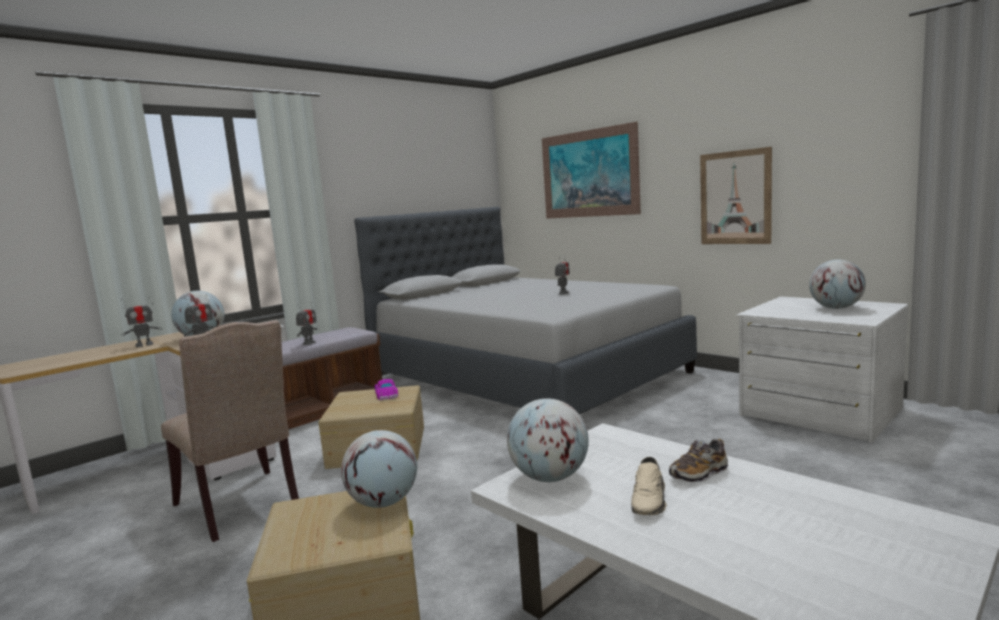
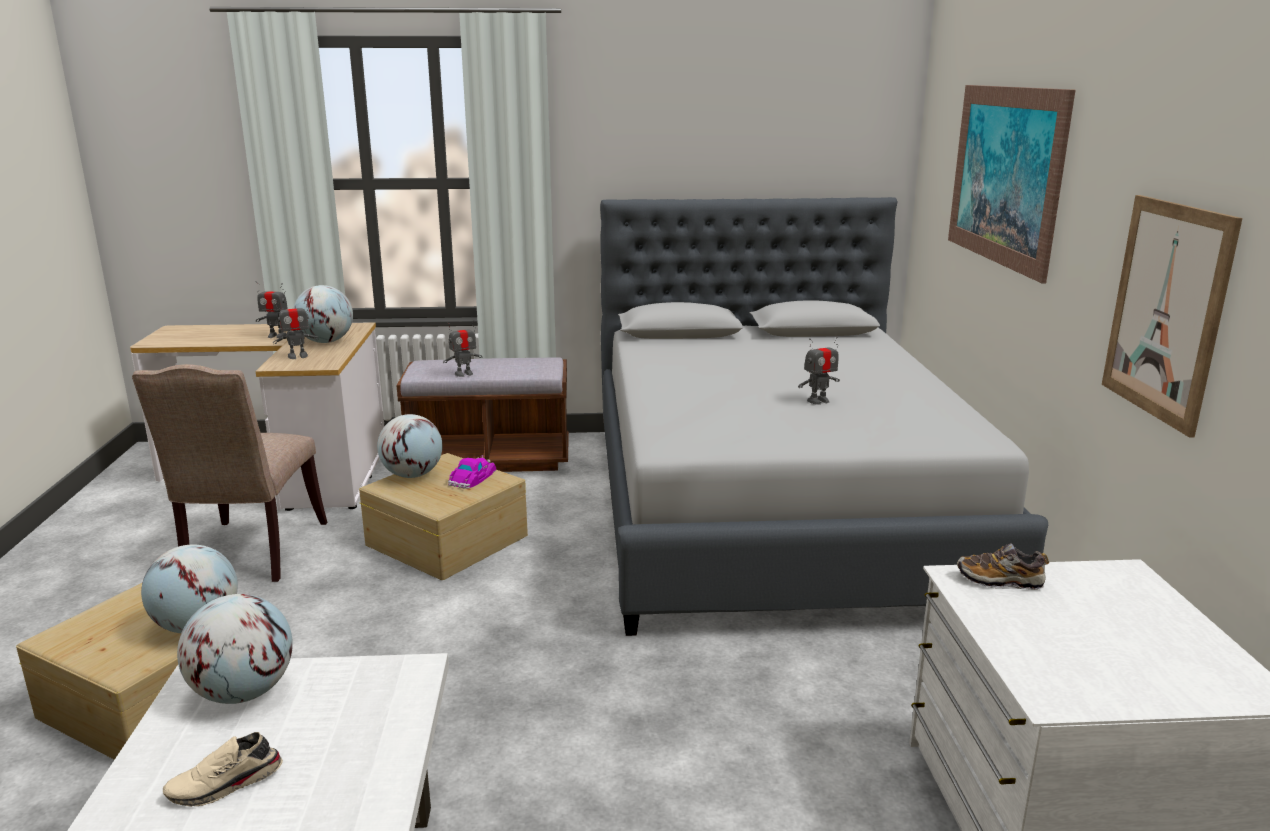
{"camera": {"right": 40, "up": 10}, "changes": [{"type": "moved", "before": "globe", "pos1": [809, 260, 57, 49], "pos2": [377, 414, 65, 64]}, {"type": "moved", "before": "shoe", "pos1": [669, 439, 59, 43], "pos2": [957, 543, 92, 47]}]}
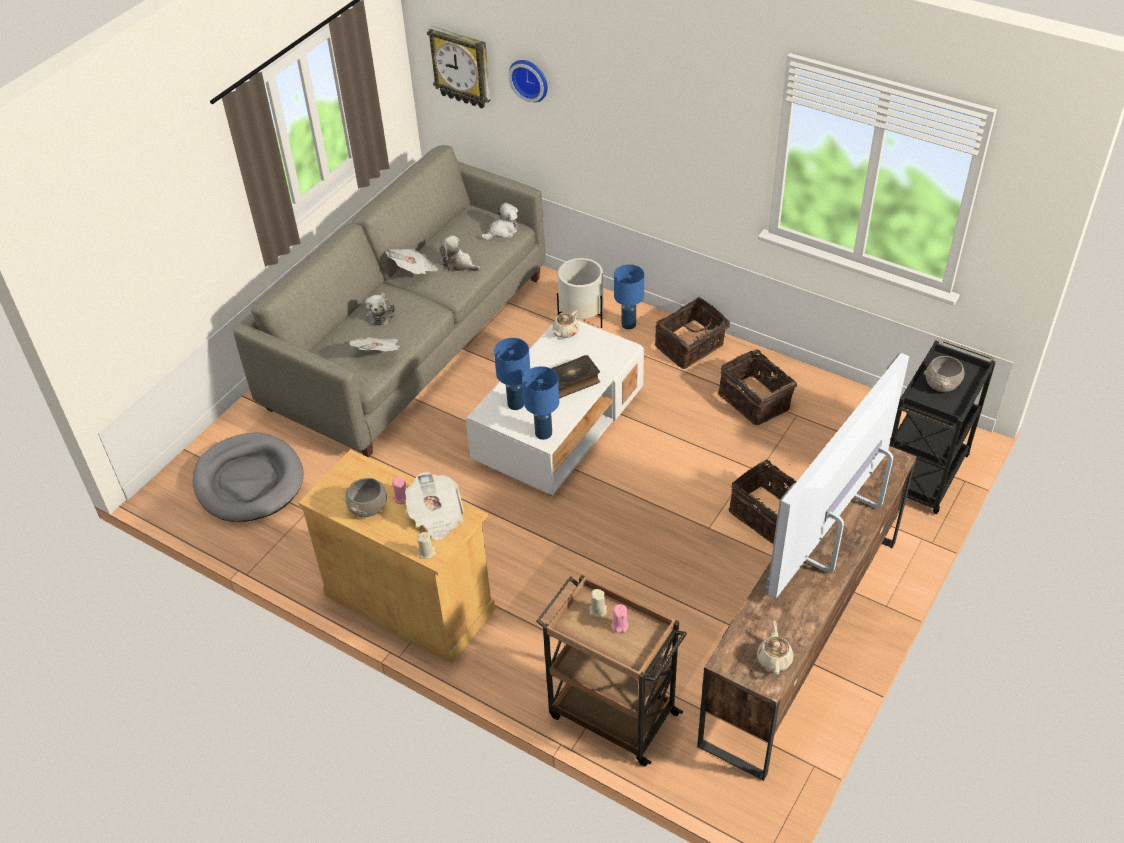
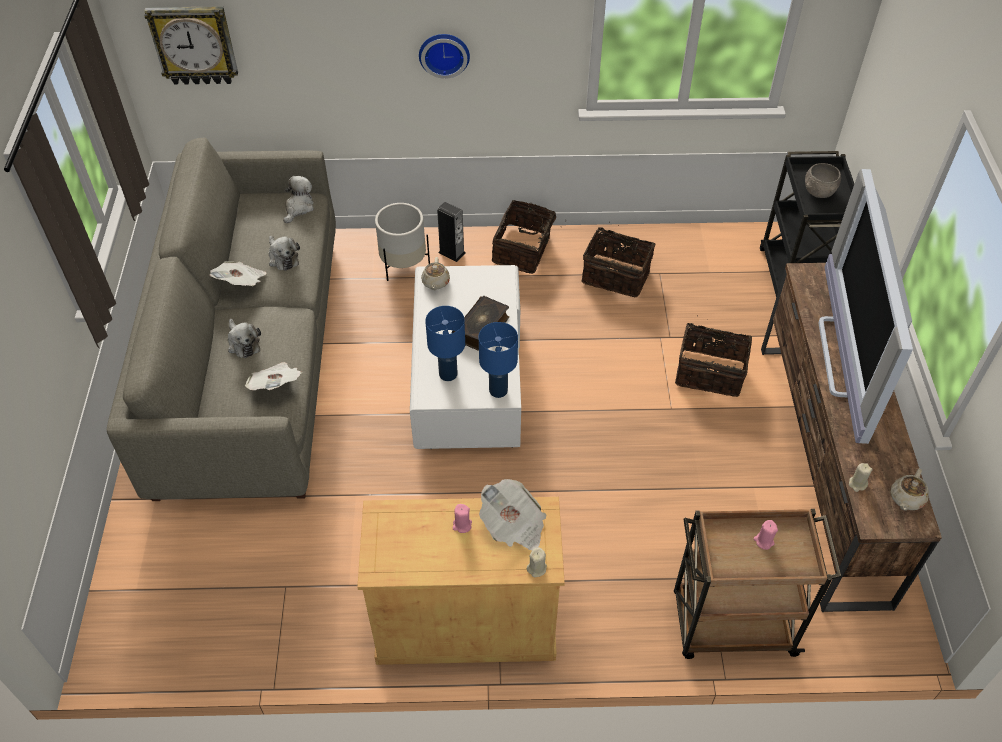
{"camera": {"right": -35, "up": 5}, "changes": [{"type": "turned", "before": "plush toy", "pos1": [439, 235, 41, 36], "pos2": [268, 236, 32, 35], "turn": -120}, {"type": "moved", "before": "wall clock", "pos1": [508, 60, 40, 42], "pos2": [419, 34, 51, 45]}, {"type": "replaced", "before": "blue table lamp", "after": "speaker", "pos1": [614, 264, 30, 66], "pos2": [437, 202, 29, 60]}, {"type": "moved", "before": "beige candle", "pos1": [589, 589, 18, 28], "pos2": [849, 463, 23, 29]}, {"type": "turned", "before": "beige teapot", "pos1": [757, 621, 36, 54], "pos2": [891, 469, 38, 42], "turn": -120}, {"type": "removed", "before": "grey dog bed", "pos1": [193, 433, 111, 89]}, {"type": "removed", "before": "grey bowl", "pos1": [345, 478, 42, 39]}]}
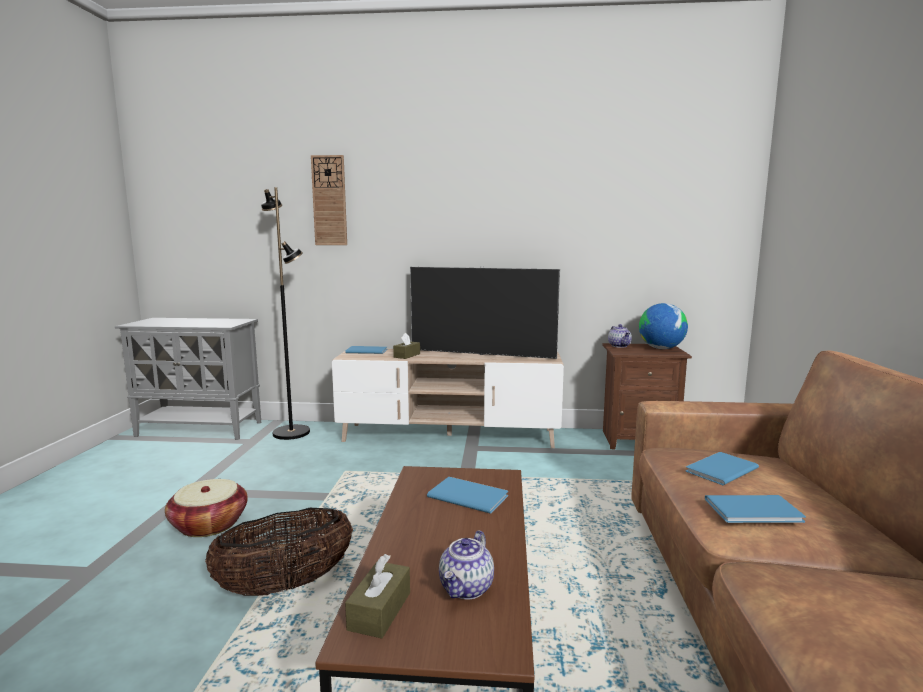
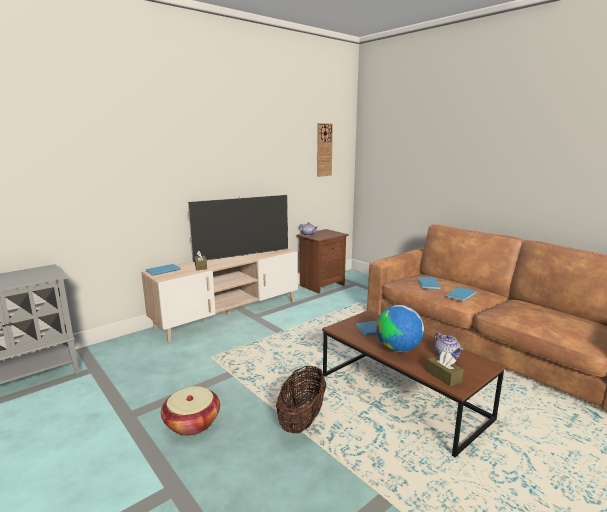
{"camera": {"right": -45, "up": 5}, "changes": [{"type": "moved", "before": "wall clock", "pos1": [311, 155, 36, 90], "pos2": [317, 123, 16, 54]}, {"type": "moved", "before": "globe", "pos1": [639, 303, 49, 46], "pos2": [376, 305, 48, 47]}, {"type": "removed", "before": "black floor lamp", "pos1": [261, 187, 49, 253]}]}
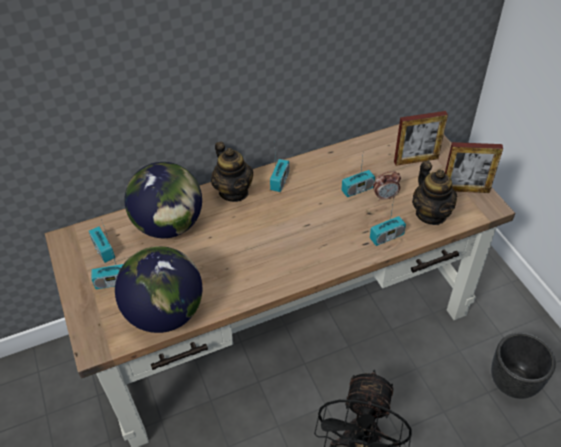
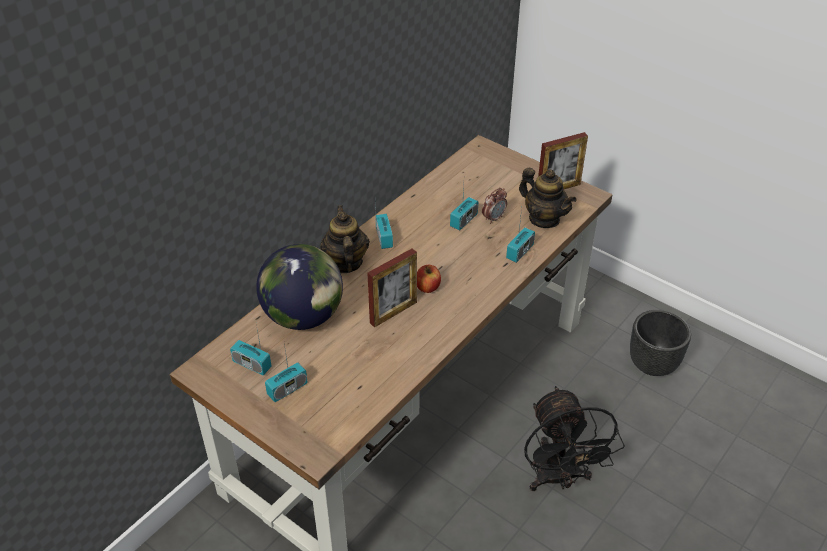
{"camera": {"right": -30, "up": -5}, "changes": [{"type": "turned", "before": "teapot", "pos1": [211, 142, 43, 60], "pos2": [320, 205, 50, 68], "turn": -135}, {"type": "moved", "before": "picture frame", "pos1": [394, 111, 54, 55], "pos2": [367, 248, 50, 80]}, {"type": "added", "after": "apple", "pos2": [417, 265, 24, 28]}, {"type": "removed", "before": "globe", "pos1": [115, 246, 87, 87]}]}
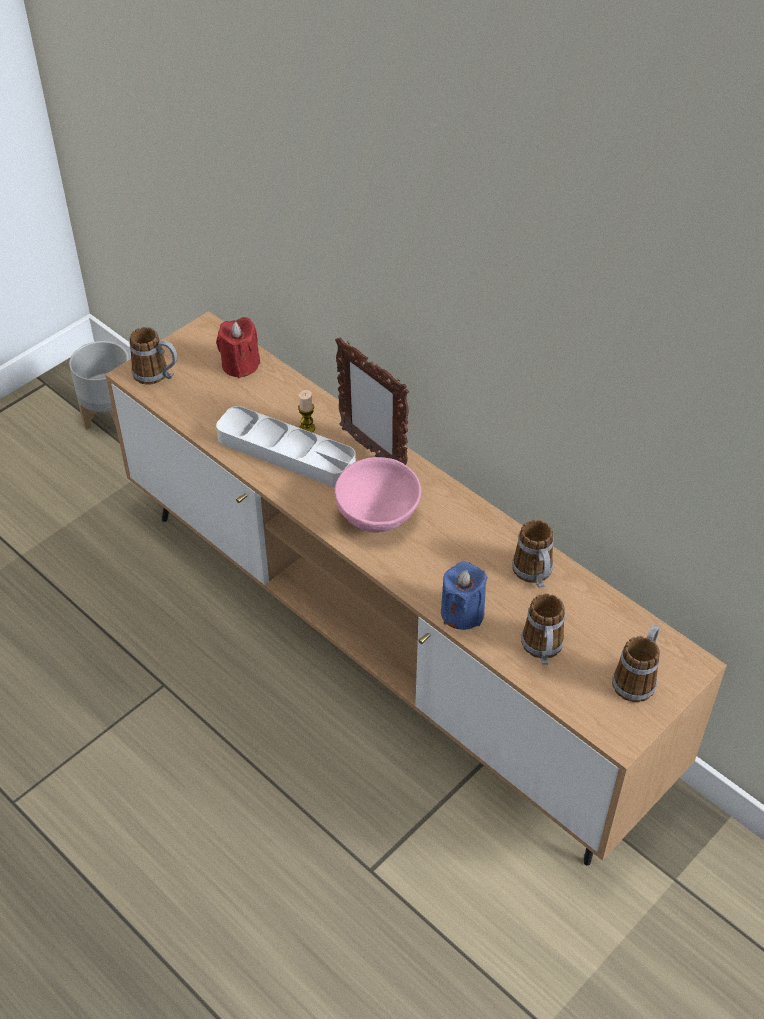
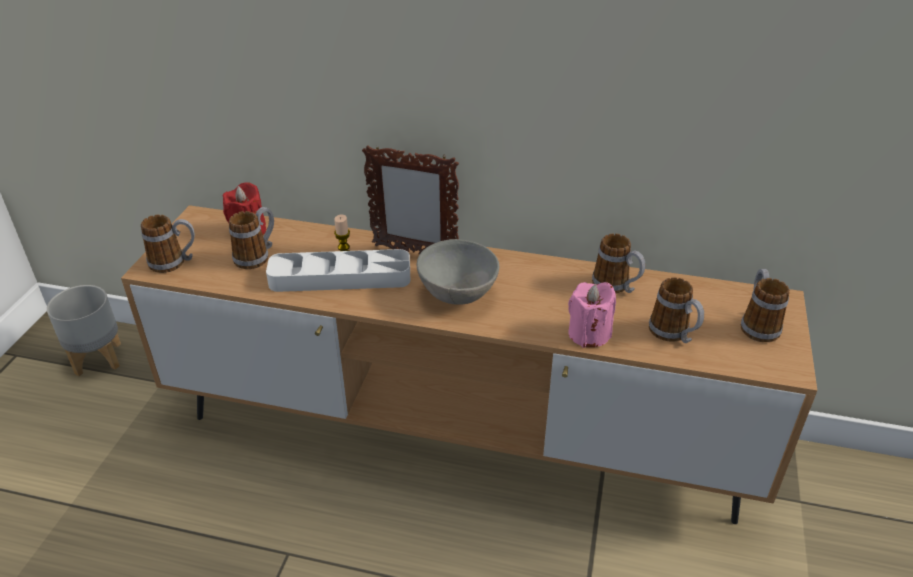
{"camera": {"right": -30, "up": -10}, "changes": [{"type": "added", "after": "mug", "pos2": [229, 207, 45, 62]}, {"type": "recoloured", "before": "pink bowl", "after": "grey bowl", "pos1": [335, 457, 86, 76], "pos2": [417, 239, 82, 66]}, {"type": "recoloured", "before": "blue candle", "after": "pink candle", "pos1": [441, 562, 47, 68], "pos2": [568, 282, 48, 66]}]}
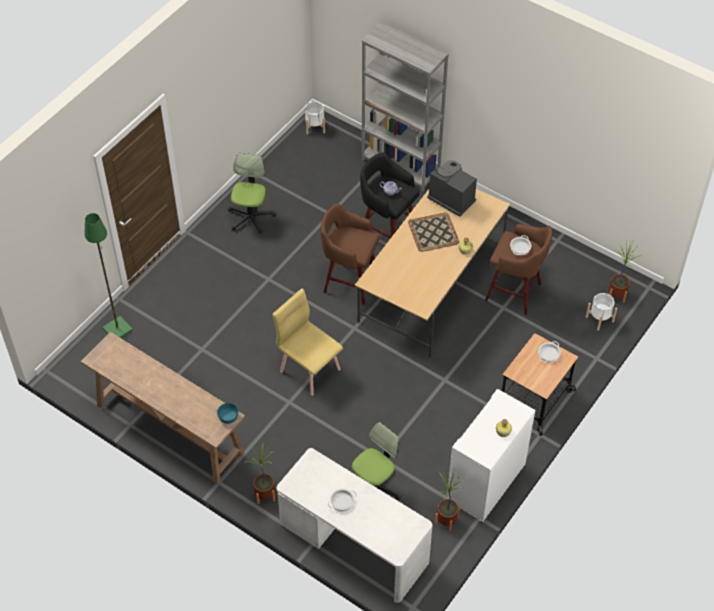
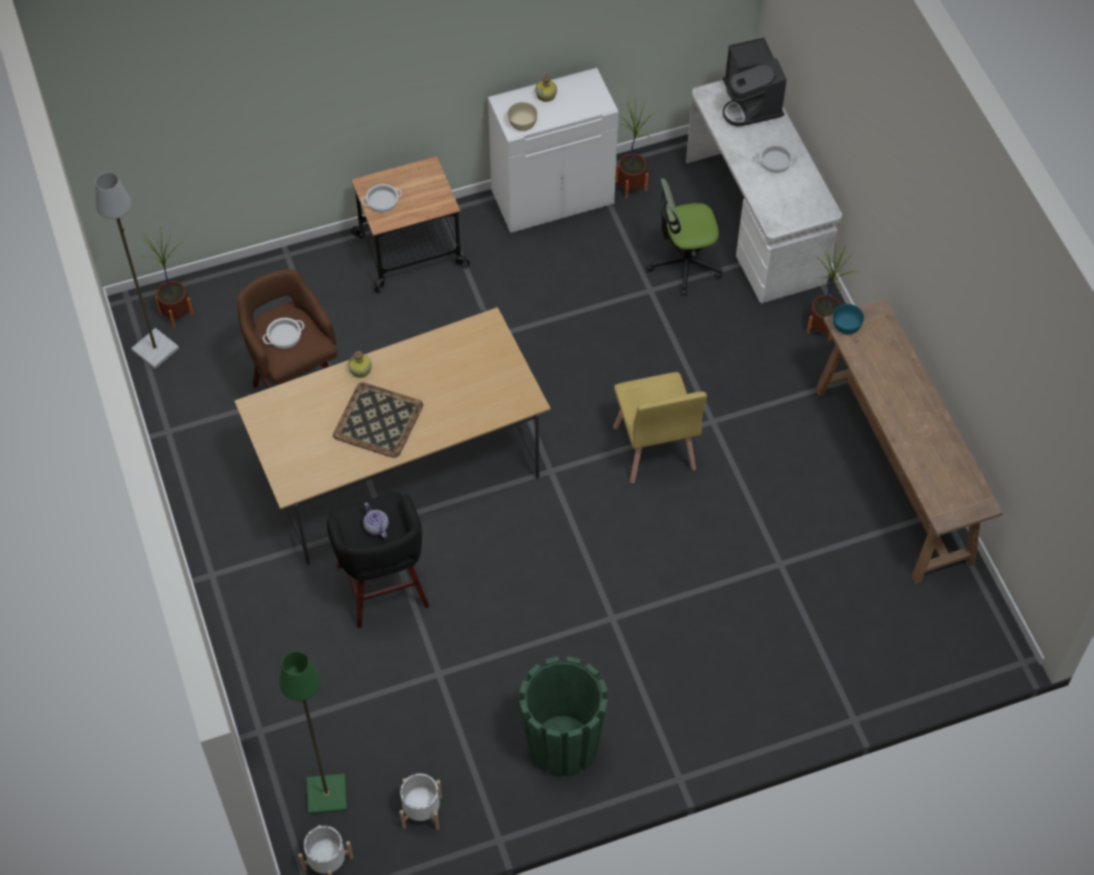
{"camera": {"right": -145, "up": 5}, "changes": [{"type": "added", "after": "grey floor lamp", "pos2": [96, 172, 83, 197]}, {"type": "moved", "before": "green floor lamp", "pos1": [85, 213, 48, 125], "pos2": [279, 651, 68, 163]}, {"type": "moved", "before": "white planter", "pos1": [586, 293, 31, 38], "pos2": [400, 774, 42, 56]}, {"type": "added", "after": "beige bowl", "pos2": [508, 102, 30, 29]}, {"type": "replaced", "before": "office chair", "after": "green planter", "pos1": [228, 153, 48, 80], "pos2": [519, 656, 89, 121]}, {"type": "moved", "before": "coffee machine", "pos1": [427, 160, 50, 57], "pos2": [723, 37, 64, 89]}, {"type": "removed", "before": "brown stool", "pos1": [321, 203, 59, 102]}, {"type": "removed", "before": "grey bookcase", "pos1": [362, 22, 87, 169]}]}
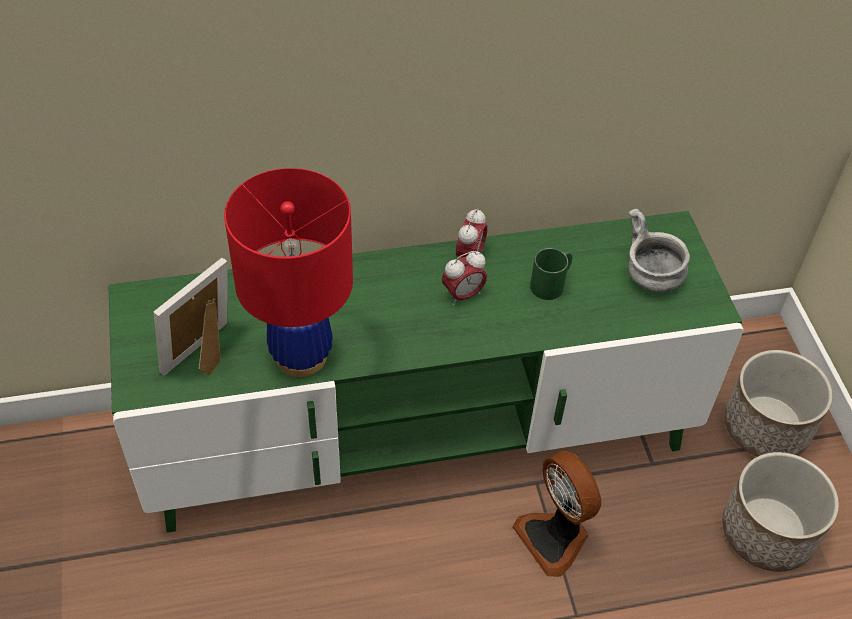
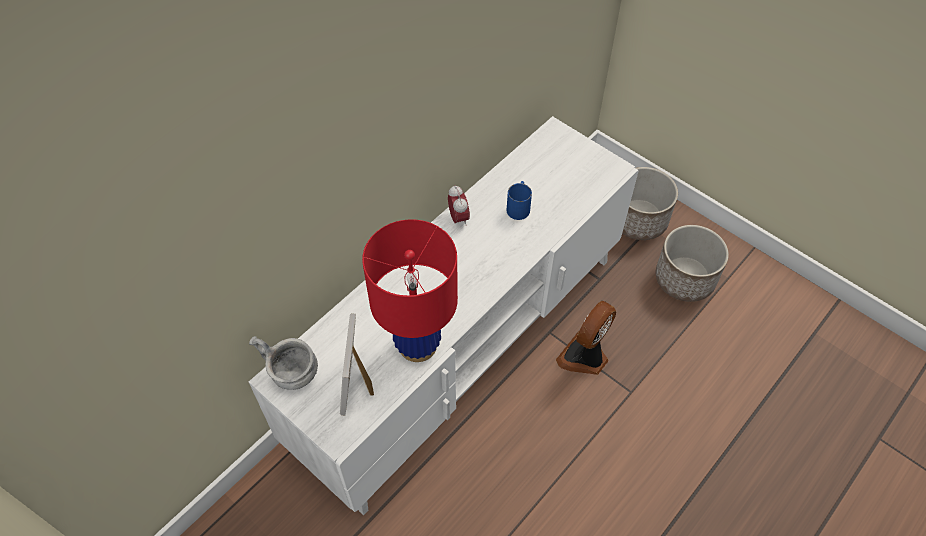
{"camera": {"right": -35, "up": 5}, "changes": [{"type": "recoloured", "before": "green tv stand", "after": "white tv stand", "pos1": [108, 211, 635, 322], "pos2": [249, 116, 389, 399]}, {"type": "moved", "before": "grey bowl", "pos1": [628, 209, 62, 83], "pos2": [249, 336, 69, 54]}, {"type": "recoloured", "before": "green mug", "after": "blue mug", "pos1": [530, 248, 42, 52], "pos2": [507, 181, 25, 39]}, {"type": "turned", "before": "fan", "pos1": [512, 451, 89, 126], "pos2": [556, 301, 60, 74], "turn": 105}, {"type": "removed", "before": "alarm clock", "pos1": [442, 251, 45, 54]}]}
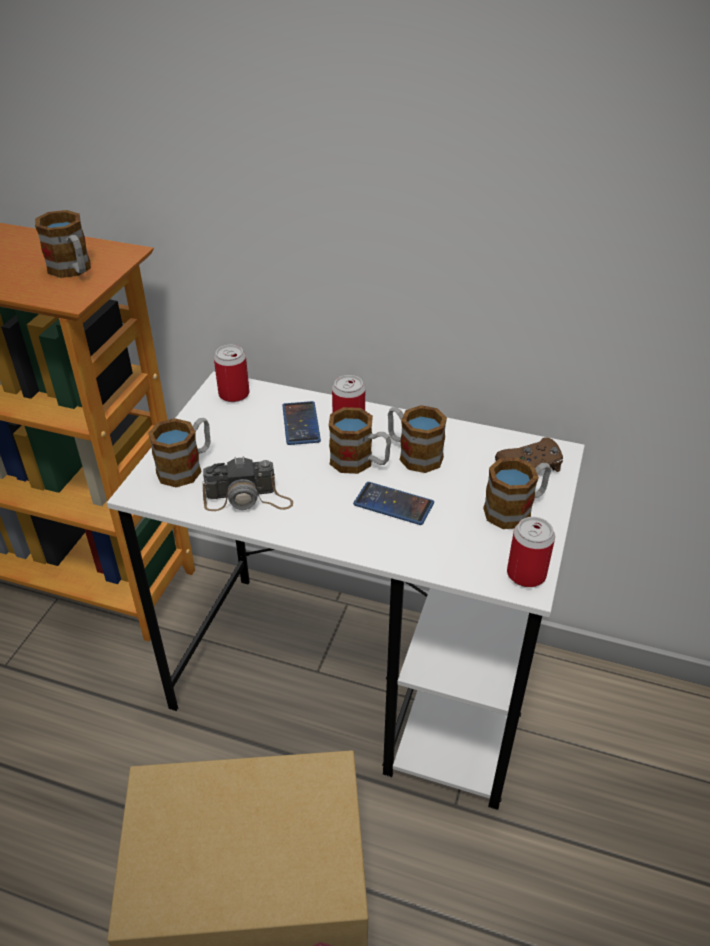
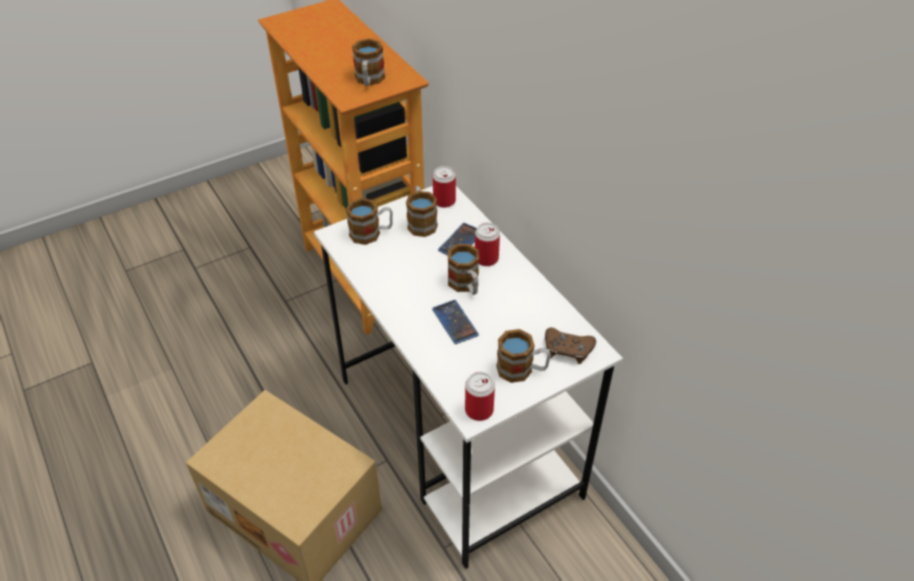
{"camera": {"right": 40, "up": 5}, "changes": [{"type": "moved", "before": "mug", "pos1": [388, 405, 59, 68], "pos2": [406, 186, 32, 51]}, {"type": "removed", "before": "photo camera", "pos1": [202, 456, 91, 55]}]}
